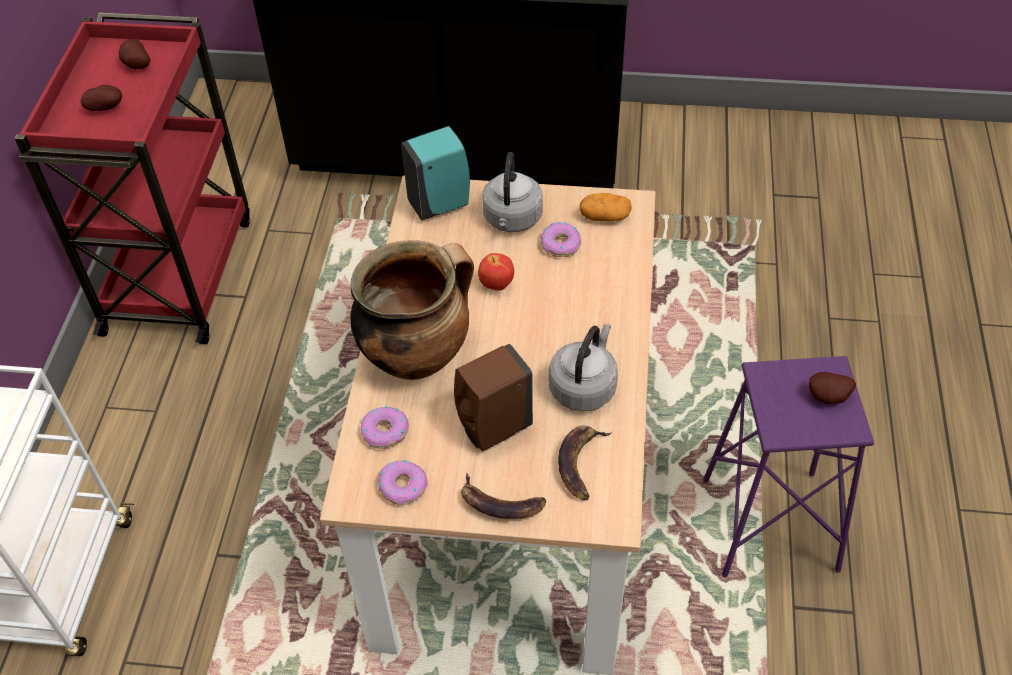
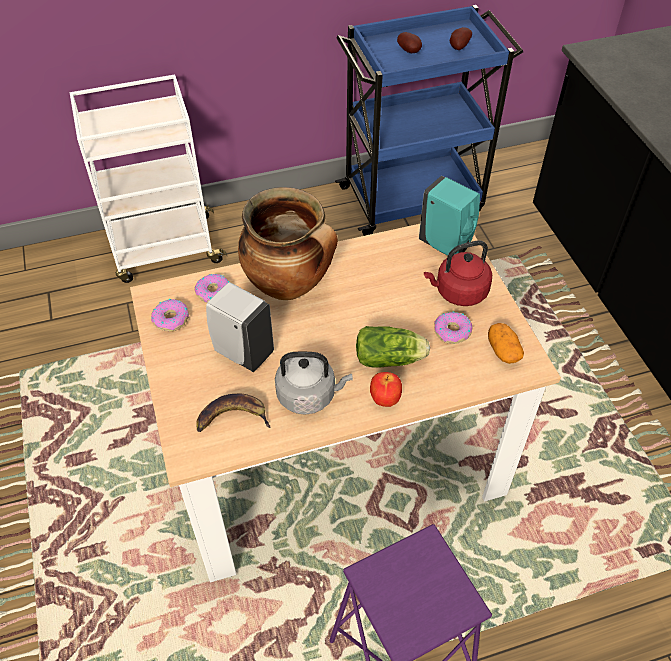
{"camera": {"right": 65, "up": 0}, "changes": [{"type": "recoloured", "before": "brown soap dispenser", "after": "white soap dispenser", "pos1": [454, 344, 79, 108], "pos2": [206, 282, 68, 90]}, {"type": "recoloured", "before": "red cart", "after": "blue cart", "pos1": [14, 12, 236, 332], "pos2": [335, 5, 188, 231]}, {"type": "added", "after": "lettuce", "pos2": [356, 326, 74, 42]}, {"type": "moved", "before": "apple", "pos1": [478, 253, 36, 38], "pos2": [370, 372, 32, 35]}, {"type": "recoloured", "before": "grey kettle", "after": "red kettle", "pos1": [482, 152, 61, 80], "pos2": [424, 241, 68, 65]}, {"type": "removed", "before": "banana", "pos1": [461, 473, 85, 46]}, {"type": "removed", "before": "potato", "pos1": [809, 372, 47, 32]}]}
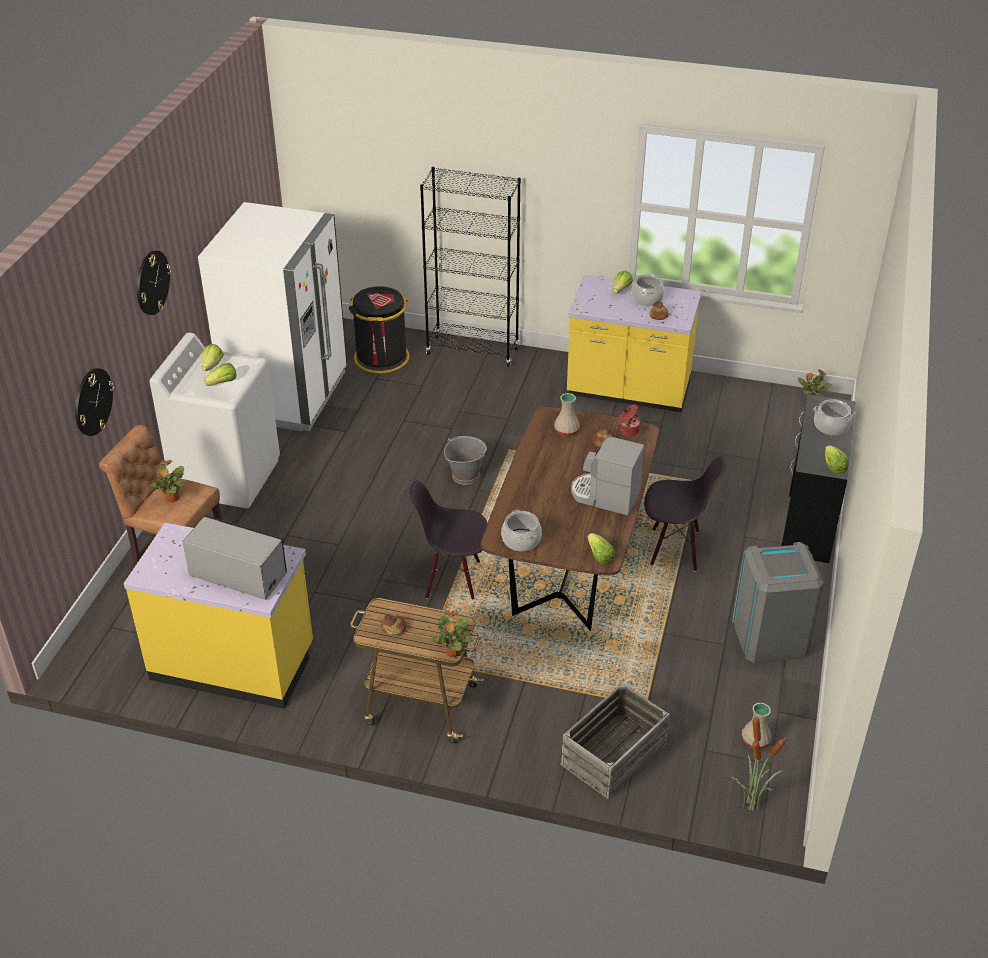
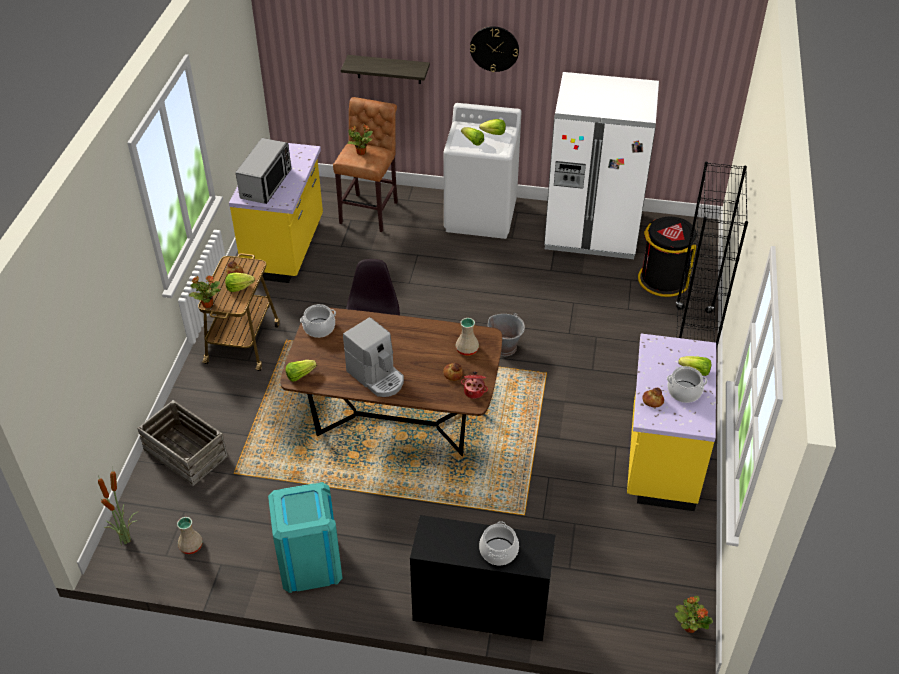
{"camera": {"right": 85, "up": 5}, "changes": [{"type": "moved", "before": "lettuce", "pos1": [825, 445, 24, 29], "pos2": [225, 273, 30, 19]}, {"type": "recoloured", "before": "grey trash can", "after": "turquoise trash can", "pos1": [732, 542, 92, 121], "pos2": [268, 482, 74, 111]}, {"type": "replaced", "before": "wall clock", "after": "shelf", "pos1": [75, 368, 39, 68], "pos2": [341, 55, 89, 29]}, {"type": "turned", "before": "coffee machine", "pos1": [571, 437, 73, 78], "pos2": [343, 317, 61, 80], "turn": 120}, {"type": "removed", "before": "black chair", "pos1": [644, 456, 82, 116]}]}
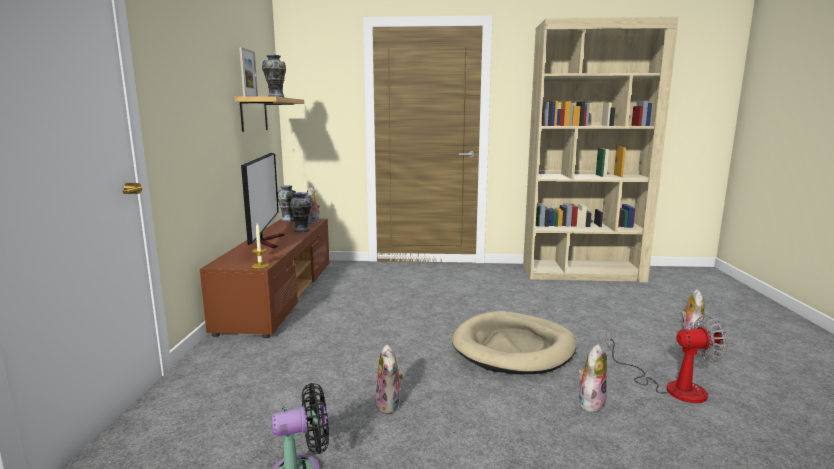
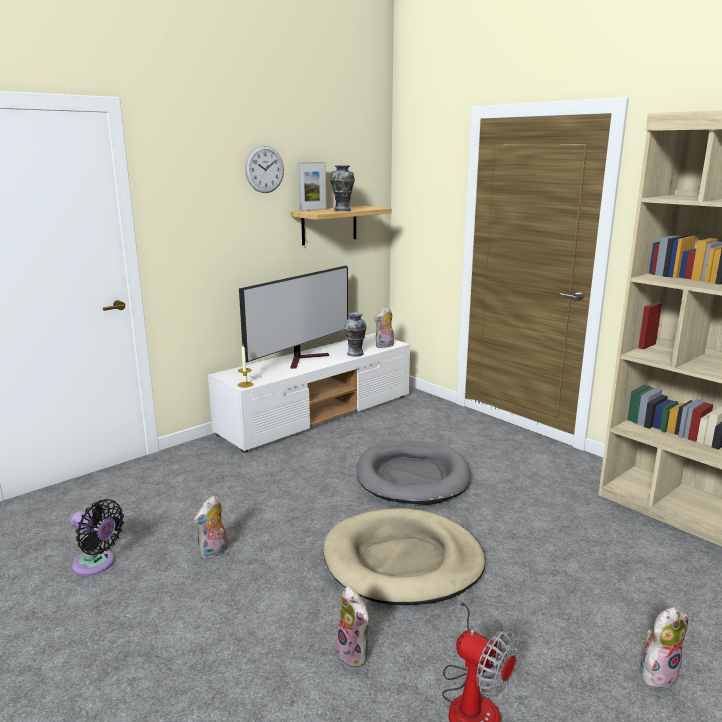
{"camera": {"right": 45, "up": 5}, "changes": [{"type": "recoloured", "before": "brown tv stand", "after": "white tv stand", "pos1": [200, 219, 130, 119], "pos2": [208, 333, 202, 120]}, {"type": "added", "after": "wall clock", "pos2": [245, 145, 39, 48]}, {"type": "turned", "before": "plush toy", "pos1": [578, 344, 29, 68], "pos2": [335, 586, 34, 81], "turn": 60}, {"type": "added", "after": "grey dog bed", "pos2": [356, 441, 114, 64]}, {"type": "removed", "before": "vase", "pos1": [278, 185, 18, 37]}]}
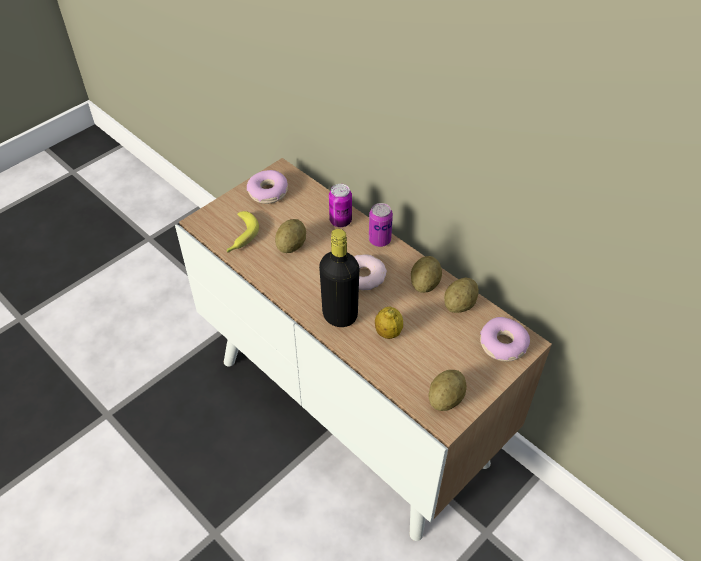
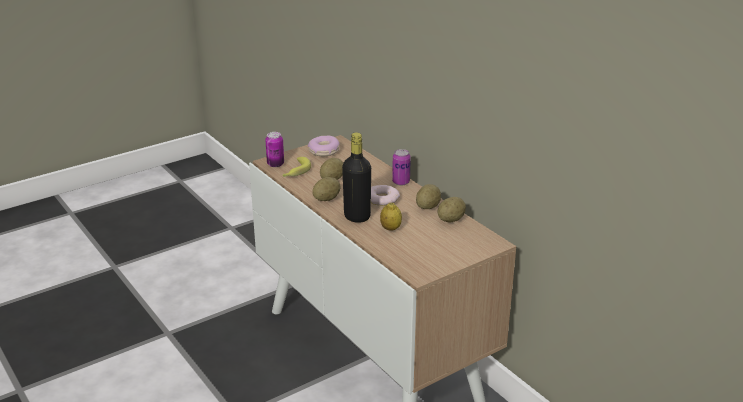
{"camera": {"right": 10, "up": -20}, "changes": [{"type": "moved", "before": "can", "pos1": [329, 184, 23, 43], "pos2": [265, 132, 19, 35]}, {"type": "moved", "before": "potato", "pos1": [429, 370, 38, 41], "pos2": [312, 177, 28, 24]}, {"type": "removed", "before": "donut", "pos1": [480, 317, 50, 45]}]}
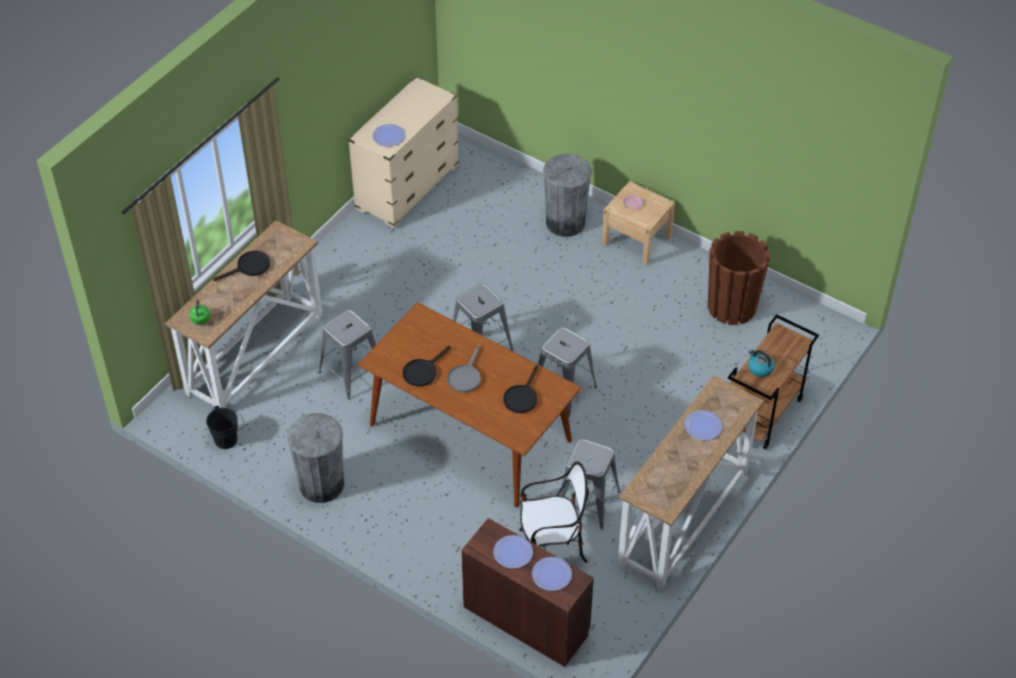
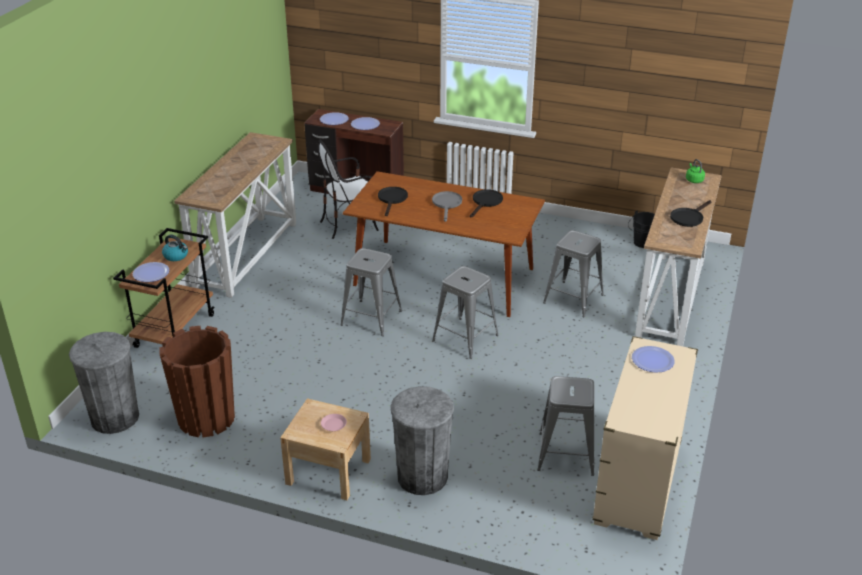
{"camera": {"right": 165, "up": -15}, "changes": [{"type": "moved", "before": "grey trash can", "pos1": [287, 413, 57, 90], "pos2": [69, 332, 70, 102]}, {"type": "moved", "before": "plate", "pos1": [684, 410, 38, 30], "pos2": [133, 262, 37, 20]}, {"type": "moved", "before": "grey stool", "pos1": [559, 438, 61, 91], "pos2": [537, 376, 57, 100]}]}
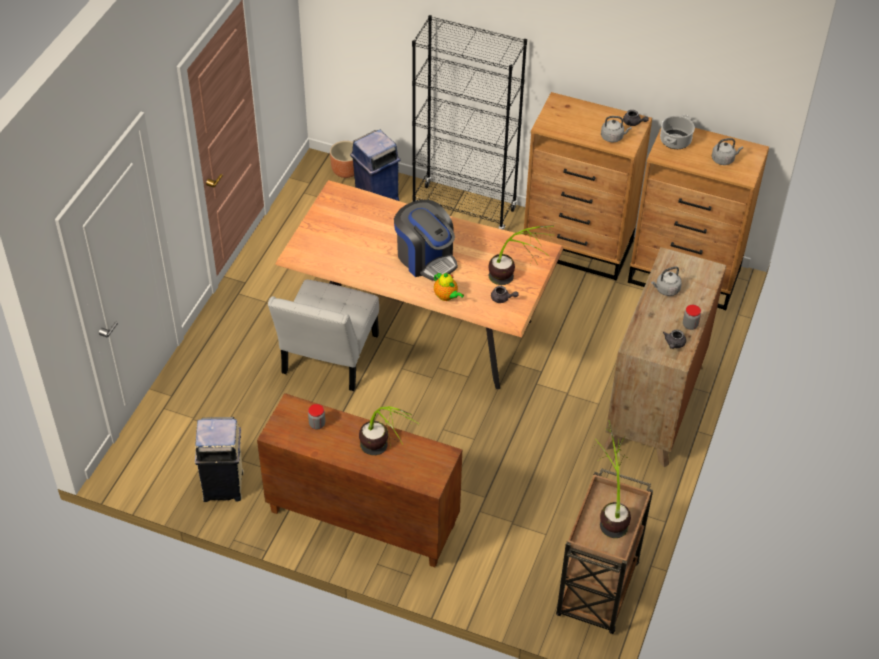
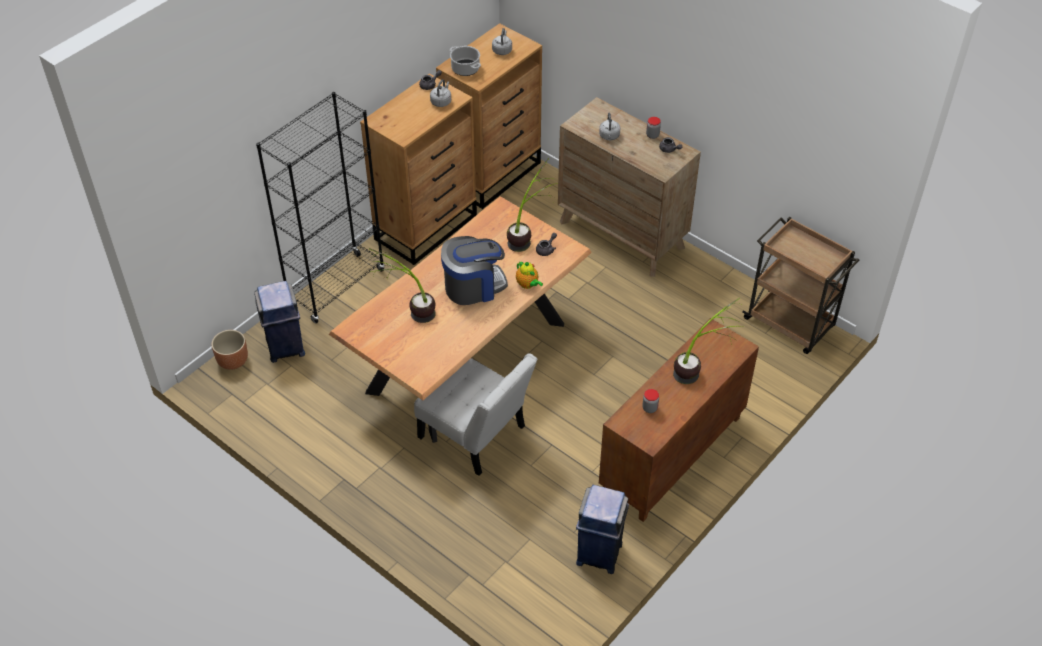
{"camera": {"right": -70, "up": 0}, "changes": [{"type": "moved", "before": "potted plant", "pos1": [593, 420, 38, 118], "pos2": [369, 248, 67, 75]}, {"type": "turned", "before": "teapot", "pos1": [434, 273, 30, 28], "pos2": [516, 261, 27, 28], "turn": 75}, {"type": "recoloured", "before": "beige trash can", "after": "blue trash can", "pos1": [195, 417, 49, 85], "pos2": [576, 485, 53, 89]}]}
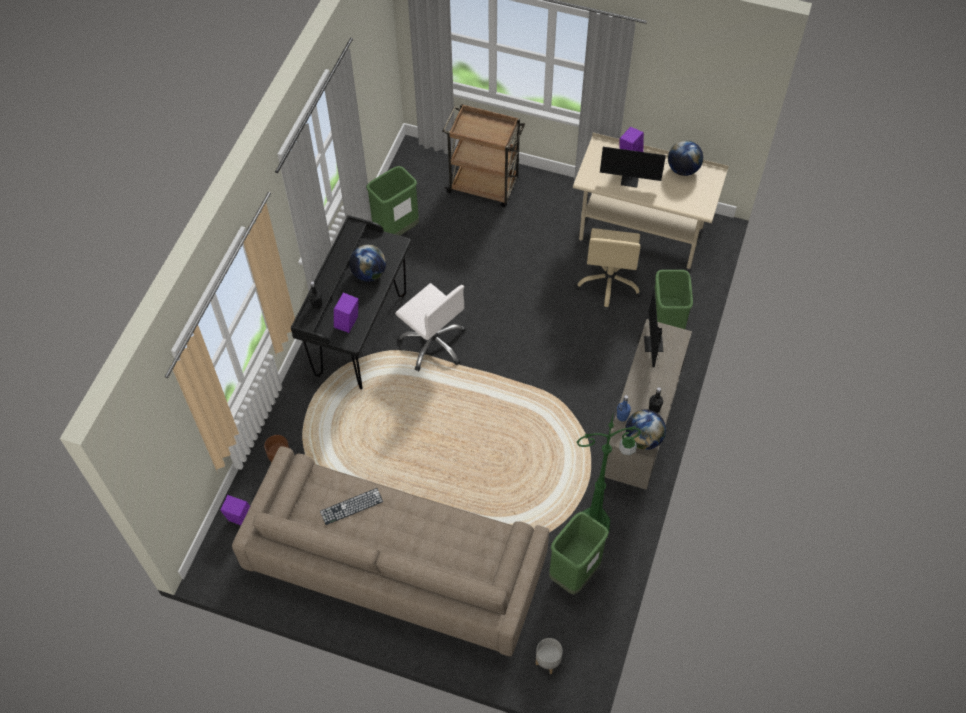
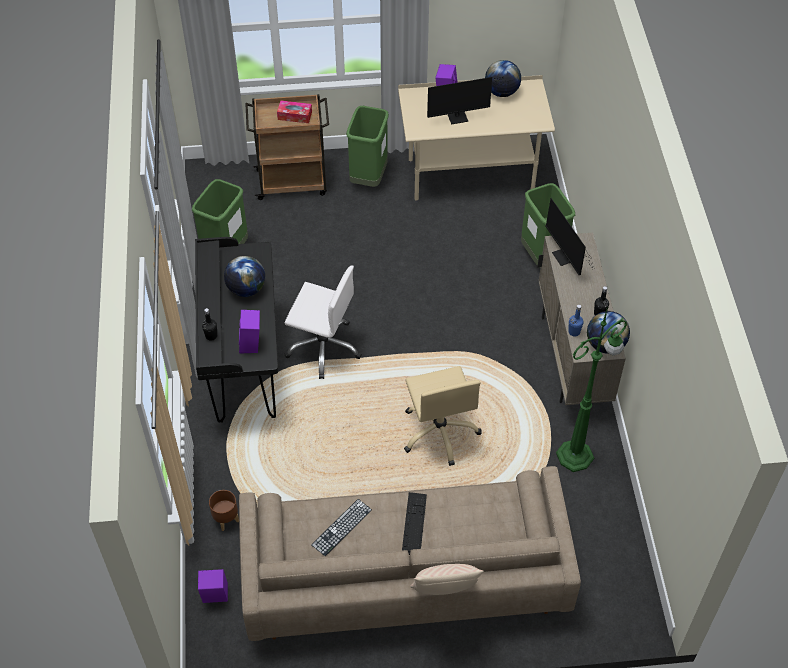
{"camera": {"right": -25, "up": -5}, "changes": [{"type": "added", "after": "tissue box", "pos2": [277, 101, 35, 22]}, {"type": "moved", "before": "green trash can", "pos1": [549, 512, 60, 82], "pos2": [346, 106, 43, 81]}, {"type": "added", "after": "keyboard", "pos2": [402, 492, 25, 63]}, {"type": "moved", "before": "beige office chair", "pos1": [574, 228, 68, 83], "pos2": [404, 366, 78, 100]}, {"type": "added", "after": "beige pillow", "pos2": [410, 564, 74, 31]}, {"type": "removed", "before": "grey planter", "pos1": [536, 638, 27, 36]}]}
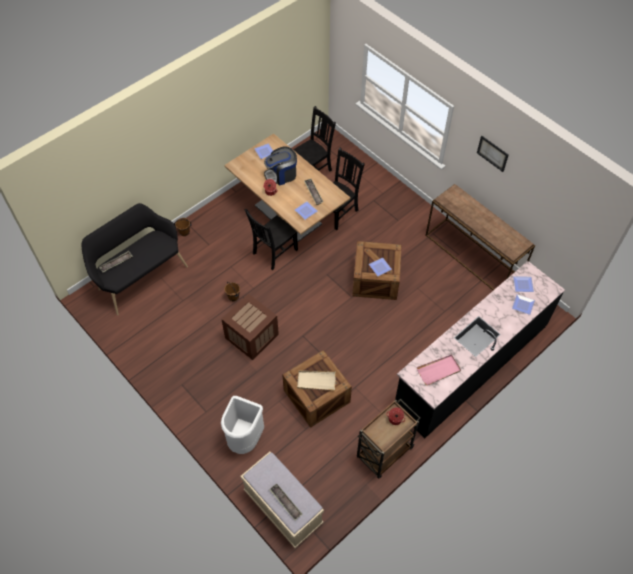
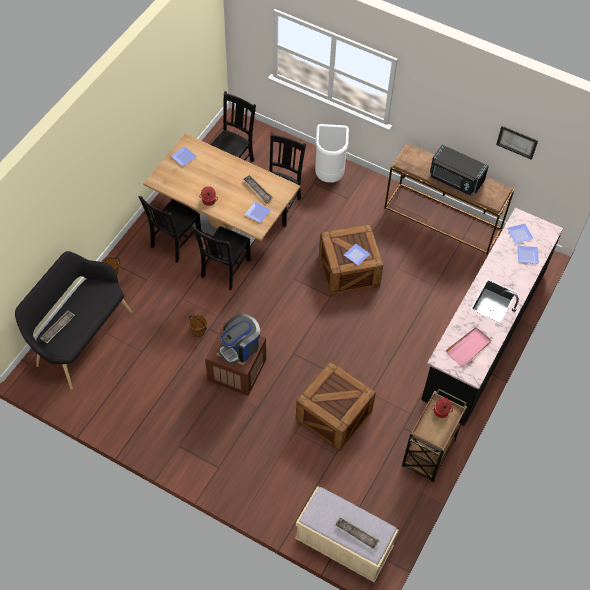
{"camera": {"right": -20, "up": 0}, "changes": [{"type": "added", "after": "black chair", "pos2": [139, 196, 63, 67]}, {"type": "moved", "before": "coffee machine", "pos1": [264, 146, 33, 40], "pos2": [218, 313, 42, 51]}, {"type": "moved", "before": "white trash can", "pos1": [221, 396, 43, 58], "pos2": [315, 124, 34, 59]}, {"type": "added", "after": "black microwave", "pos2": [430, 145, 59, 50]}, {"type": "moved", "before": "picture", "pos1": [477, 136, 32, 36], "pos2": [496, 126, 42, 34]}, {"type": "removed", "before": "beige tray", "pos1": [297, 371, 39, 20]}]}
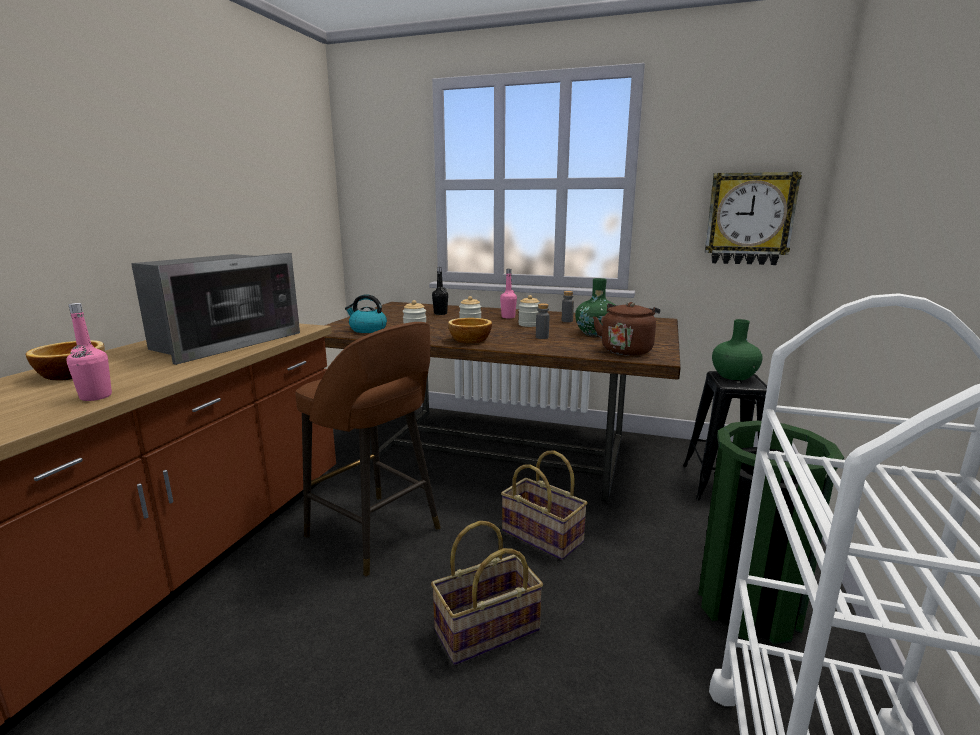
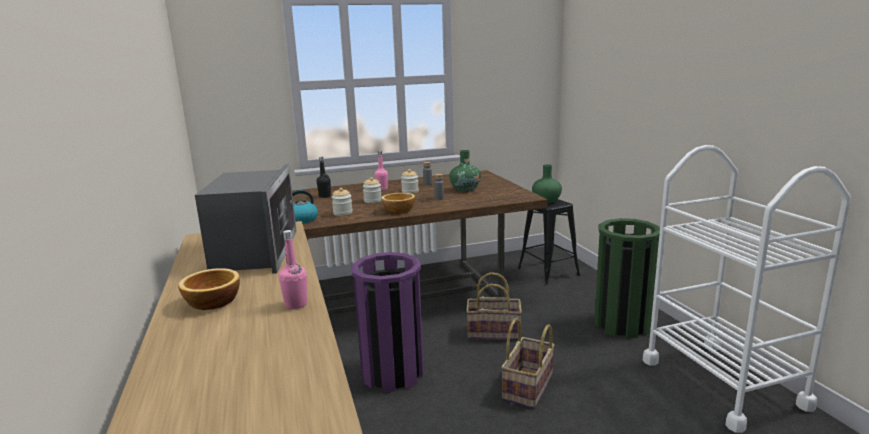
{"camera": {"right": -35, "up": 0}, "changes": [{"type": "replaced", "before": "brown stool", "after": "purple trash can", "pos1": [296, 322, 145, 254], "pos2": [351, 252, 73, 140]}, {"type": "removed", "before": "brown kettle", "pos1": [593, 302, 67, 54]}, {"type": "removed", "before": "wall clock", "pos1": [705, 172, 97, 93]}]}
